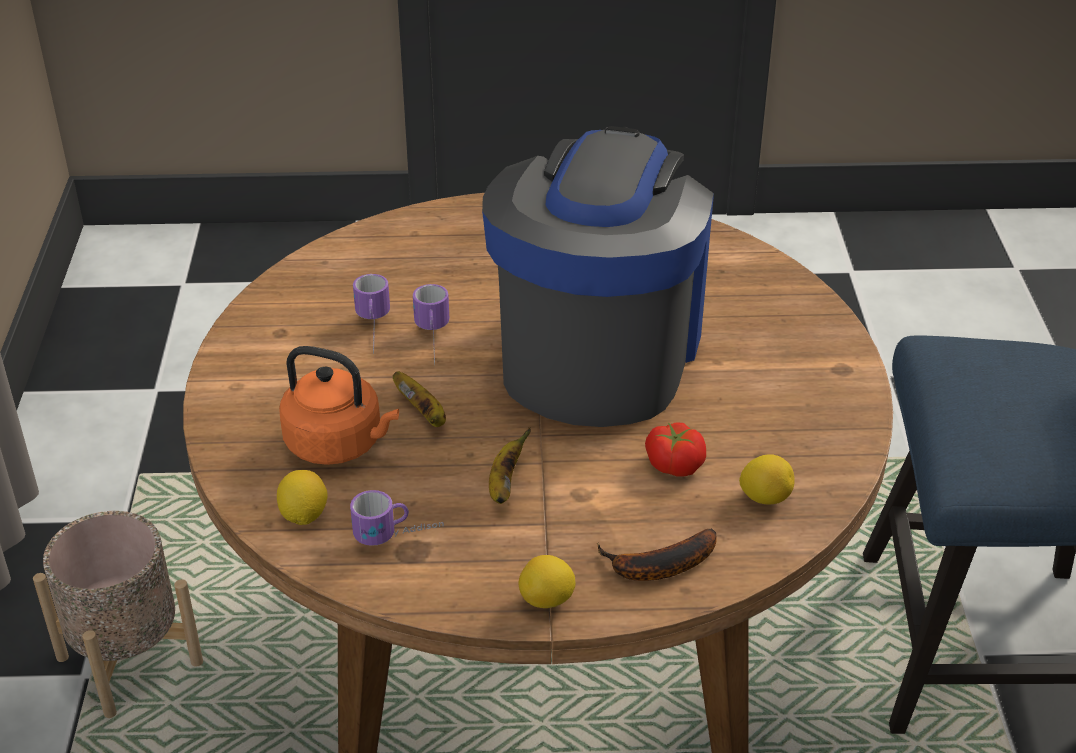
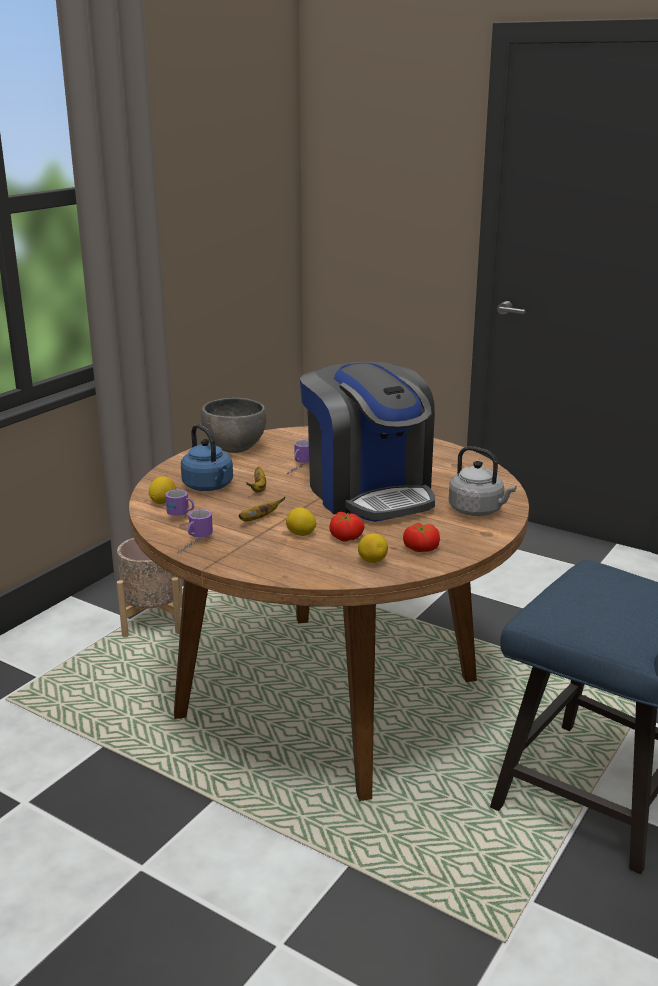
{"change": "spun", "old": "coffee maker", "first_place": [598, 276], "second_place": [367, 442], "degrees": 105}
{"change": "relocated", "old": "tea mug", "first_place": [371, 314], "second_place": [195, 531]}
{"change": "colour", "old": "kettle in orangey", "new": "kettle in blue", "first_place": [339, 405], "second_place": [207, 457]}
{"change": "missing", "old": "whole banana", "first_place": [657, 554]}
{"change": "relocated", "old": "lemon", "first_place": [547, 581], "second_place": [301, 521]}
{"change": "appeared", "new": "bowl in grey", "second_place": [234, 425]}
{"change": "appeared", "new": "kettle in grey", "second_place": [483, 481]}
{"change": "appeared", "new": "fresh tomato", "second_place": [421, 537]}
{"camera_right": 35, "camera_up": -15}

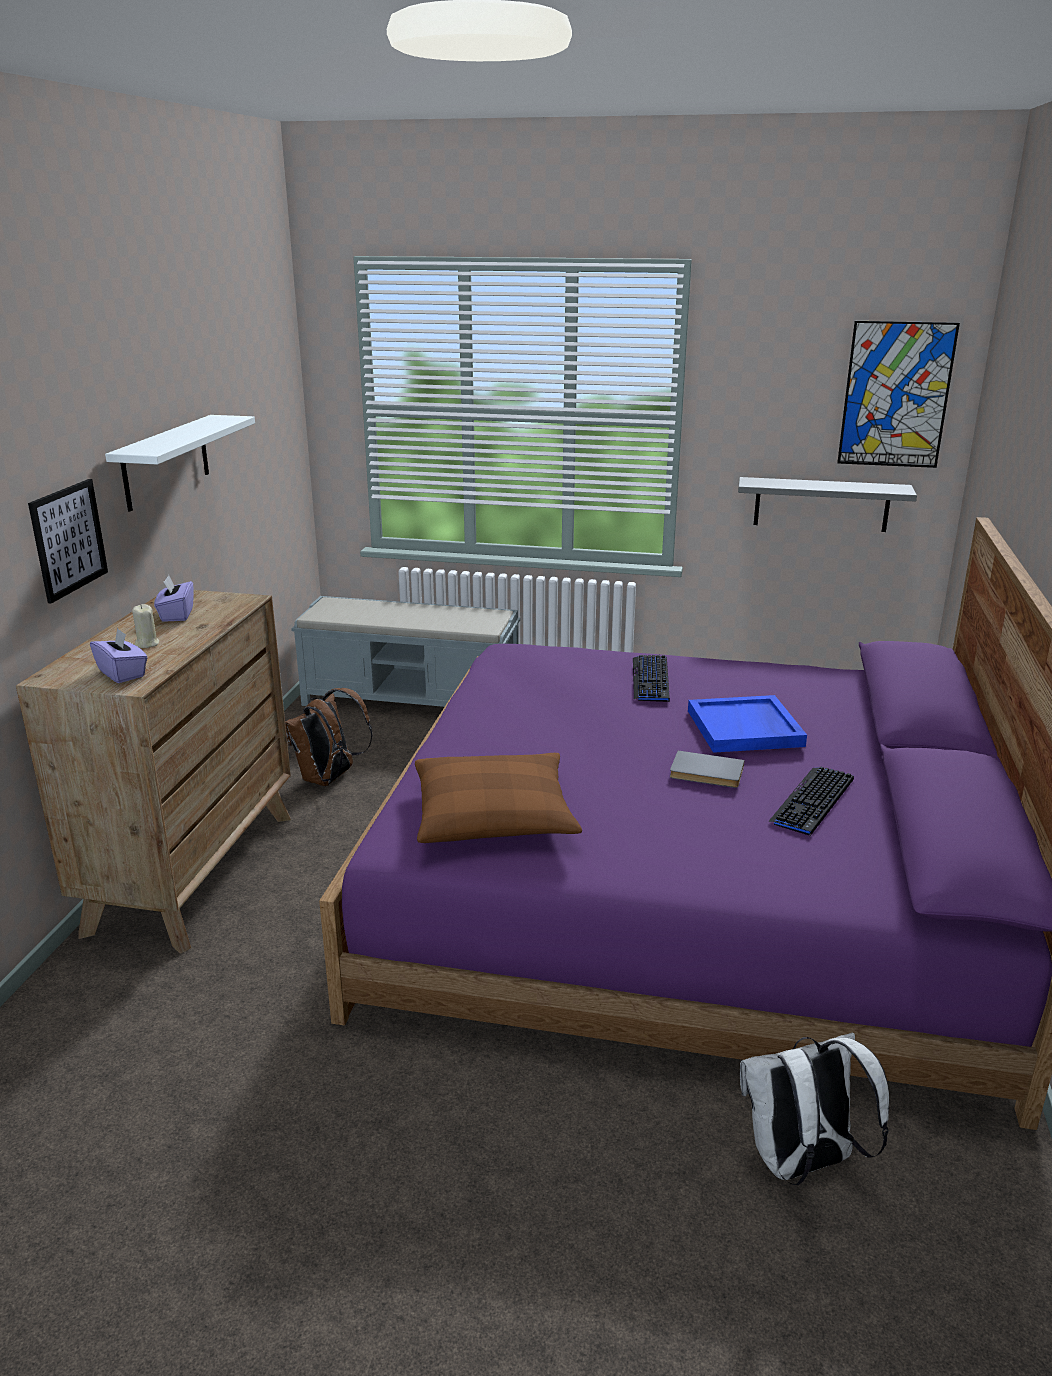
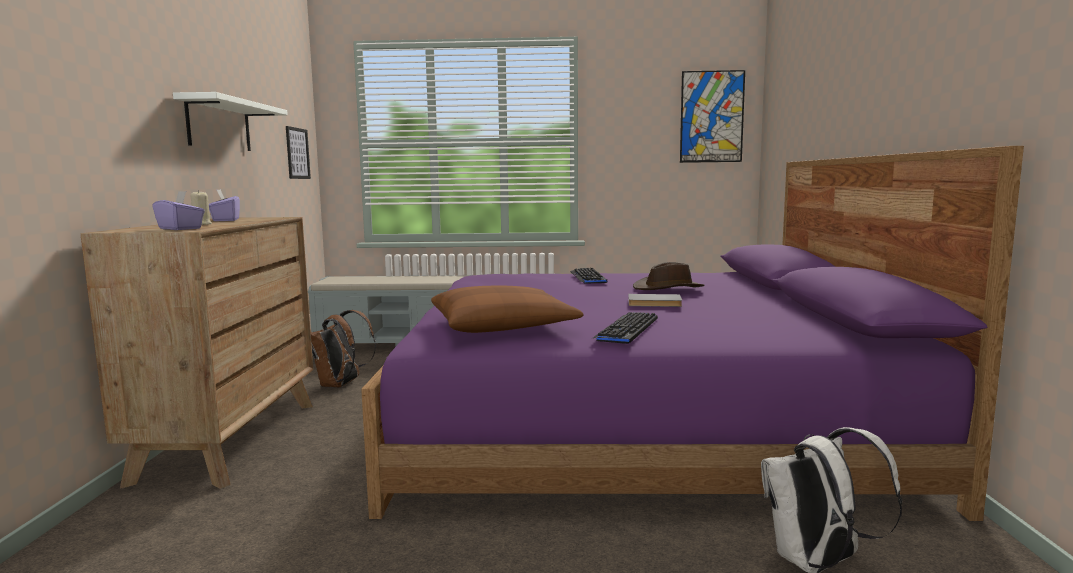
{"change": "missing", "old": "wall shelf in grey", "first_place": [827, 504]}
{"change": "relocated", "old": "wall picture", "first_place": [68, 541], "second_place": [298, 152]}
{"change": "exchanged", "old": "tray in blue", "new": "clothing hat in brownish", "first_place": [747, 724], "second_place": [669, 276]}
{"change": "relocated", "old": "computer keyboard", "first_place": [811, 801], "second_place": [624, 328]}
{"camera_right": -10, "camera_up": -15}

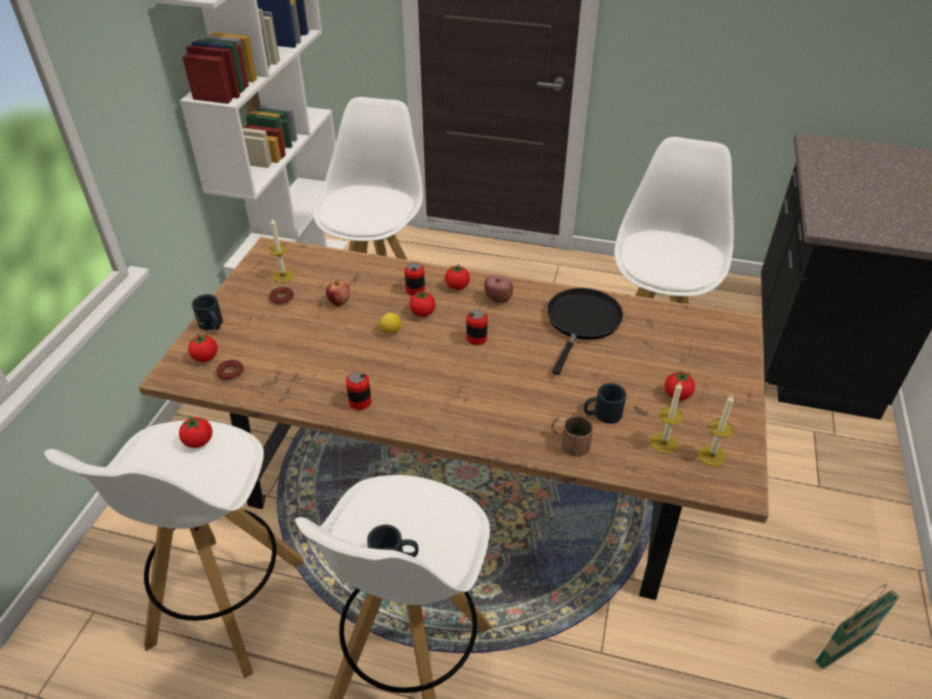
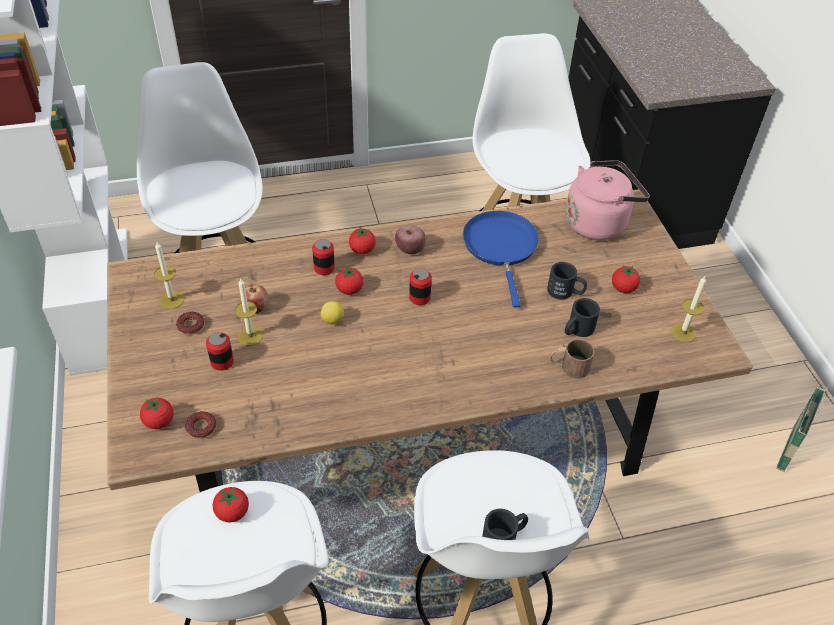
{"change": "colour", "old": "pan in black-coloured", "new": "pan in blue", "first_place": [585, 331], "second_place": [501, 259]}
{"change": "relocated", "old": "tea mug in black-coloured", "first_place": [207, 312], "second_place": [567, 281]}
{"change": "relocated", "old": "can", "first_place": [358, 390], "second_place": [220, 351]}
{"change": "relocated", "old": "candle", "first_place": [667, 417], "second_place": [249, 312]}
{"change": "appeared", "new": "kettle in pink", "second_place": [607, 200]}
{"camera_right": -30, "camera_up": 5}

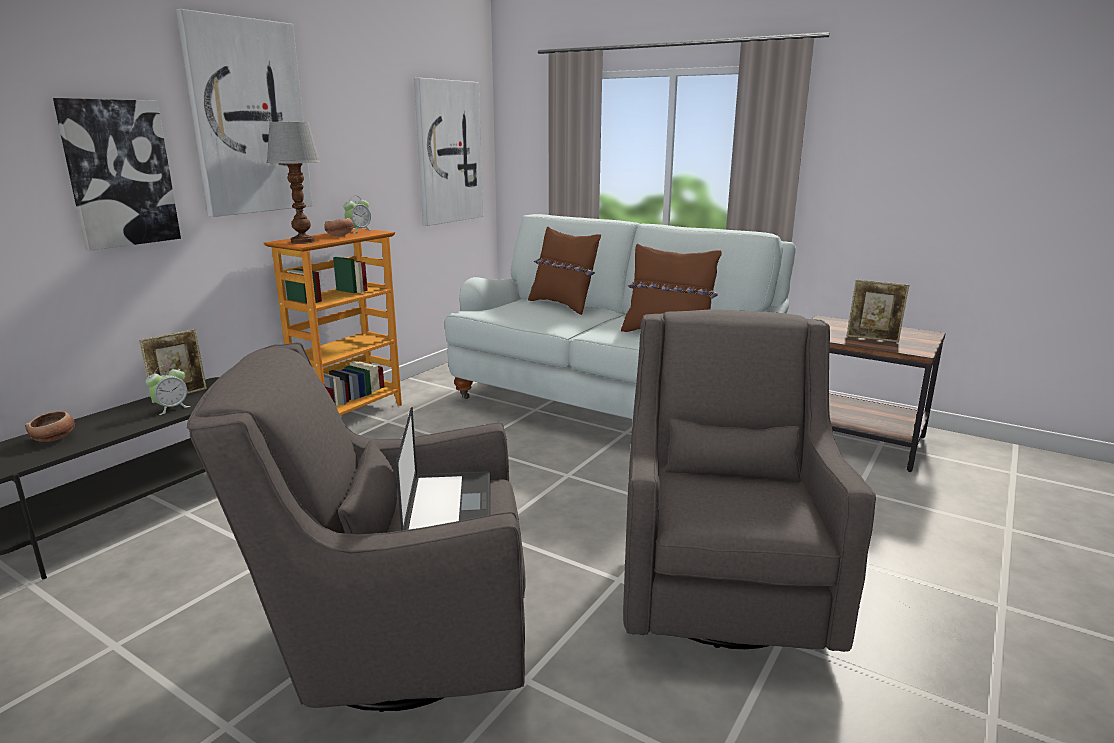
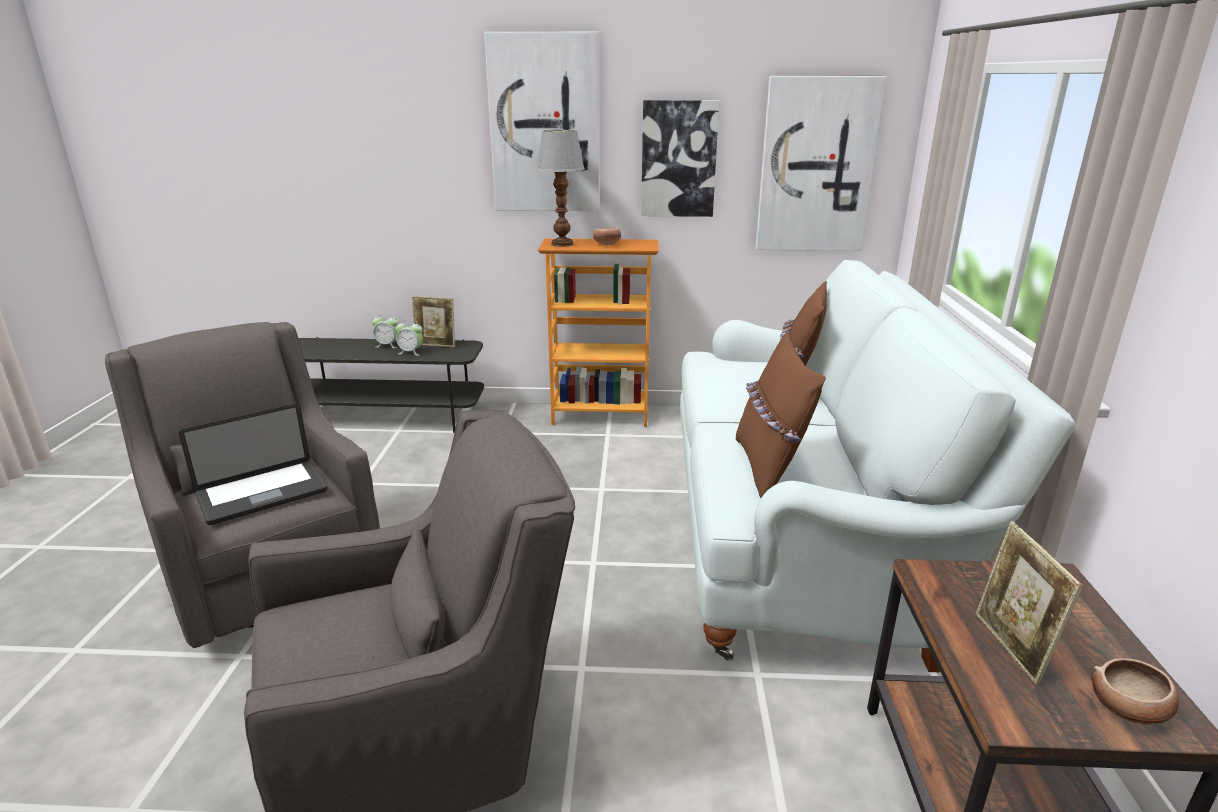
{"change": "relocated", "old": "wall picture", "first_place": [117, 174], "second_place": [680, 158]}
{"change": "relocated", "old": "bedside clock", "first_place": [358, 214], "second_place": [385, 330]}
{"change": "relocated", "old": "bowl", "first_place": [50, 426], "second_place": [1135, 691]}
{"camera_right": 60, "camera_up": 5}

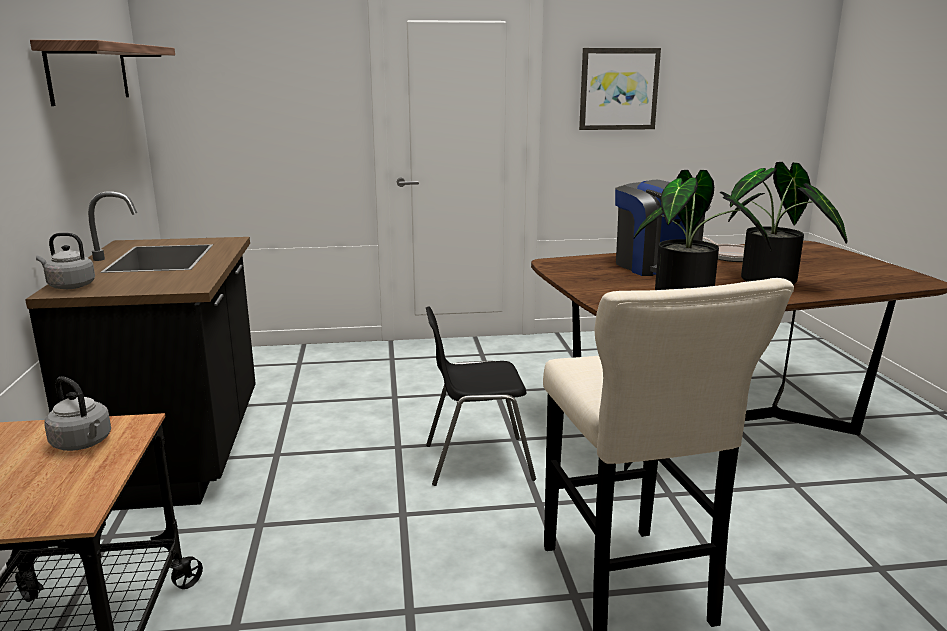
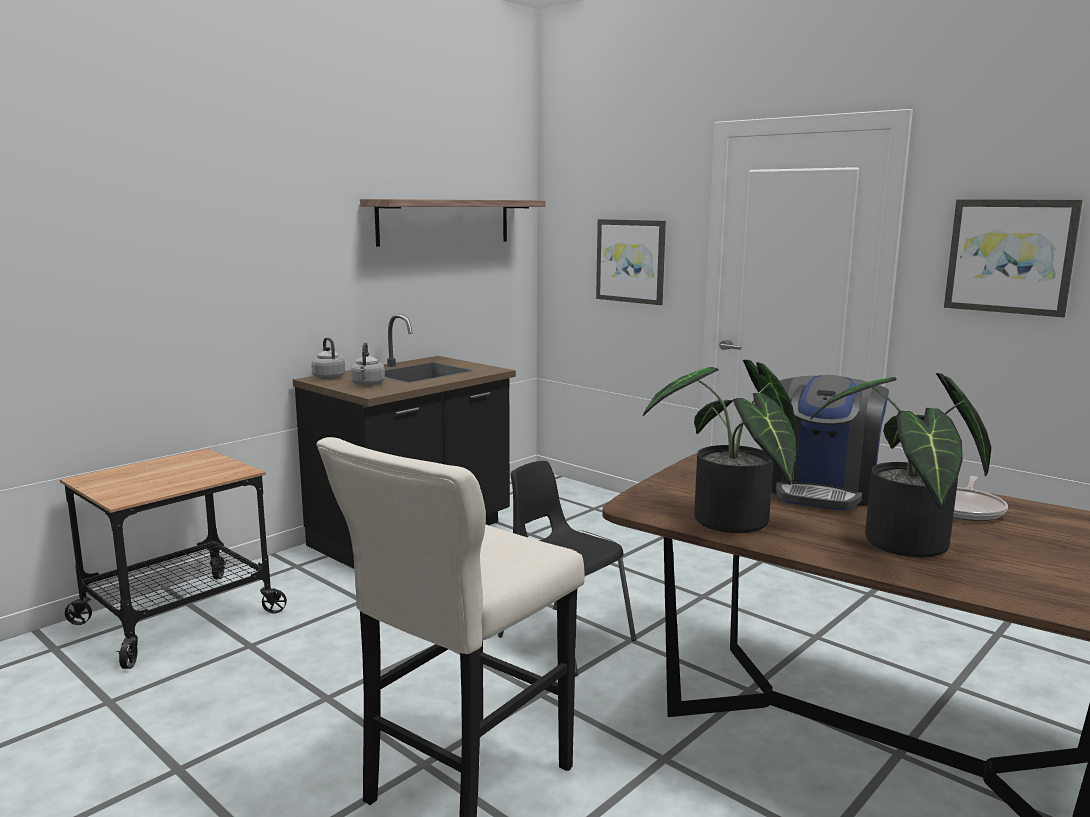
{"change": "relocated", "old": "kettle in grey", "first_place": [78, 413], "second_place": [367, 364]}
{"change": "appeared", "new": "wall picture", "second_place": [631, 262]}
{"camera_right": 50, "camera_up": -5}

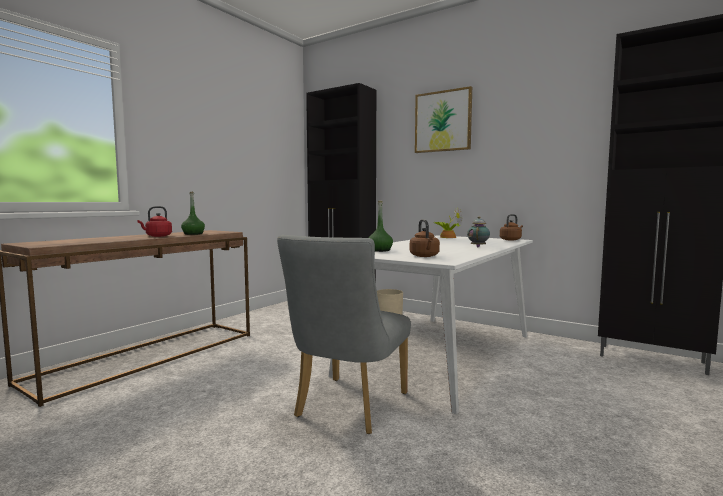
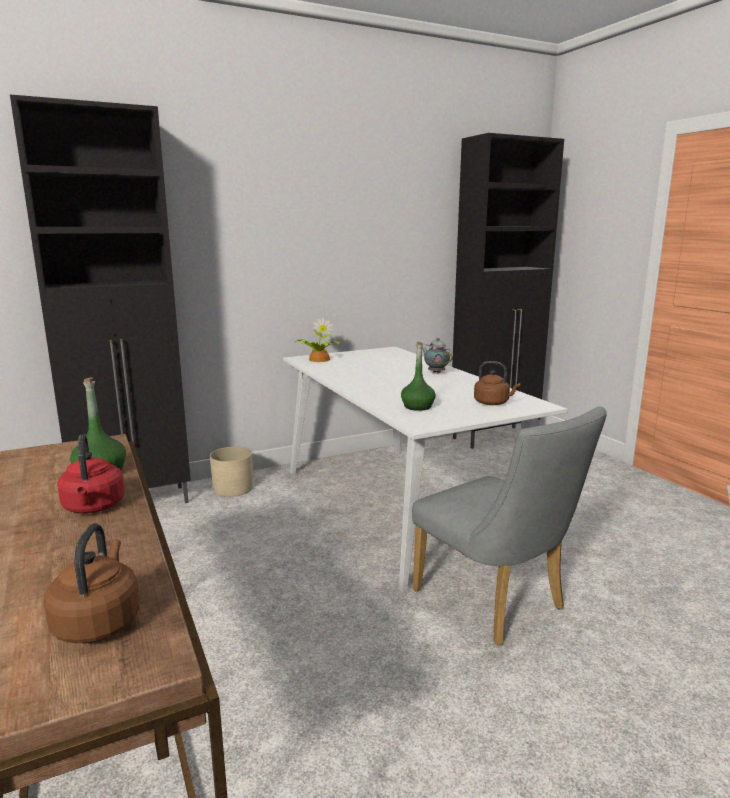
{"change": "missing", "old": "wall picture", "first_place": [443, 119]}
{"change": "relocated", "old": "kettle in brownish", "first_place": [511, 227], "second_place": [91, 583]}
{"camera_right": -60, "camera_up": 10}

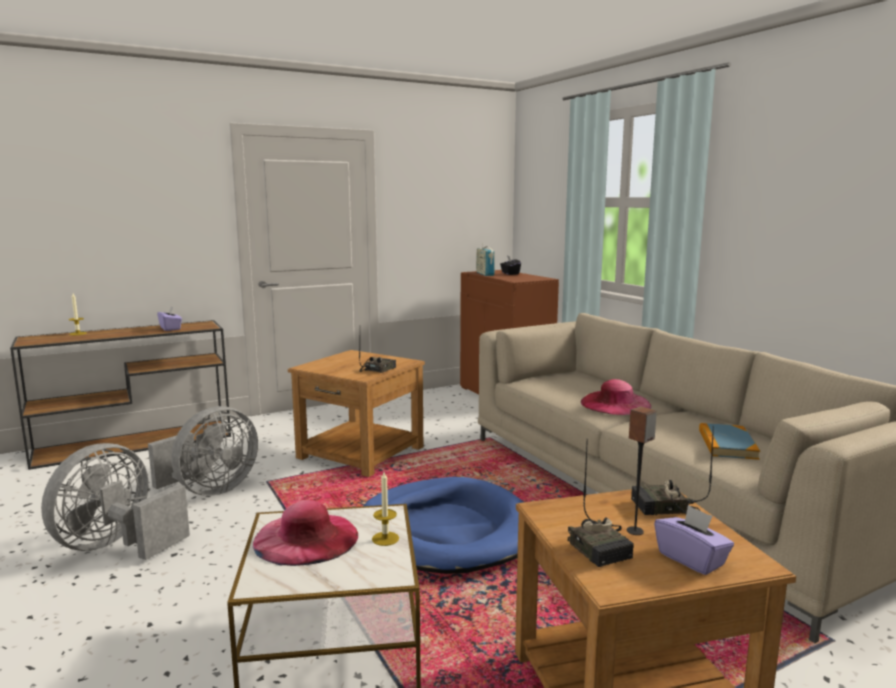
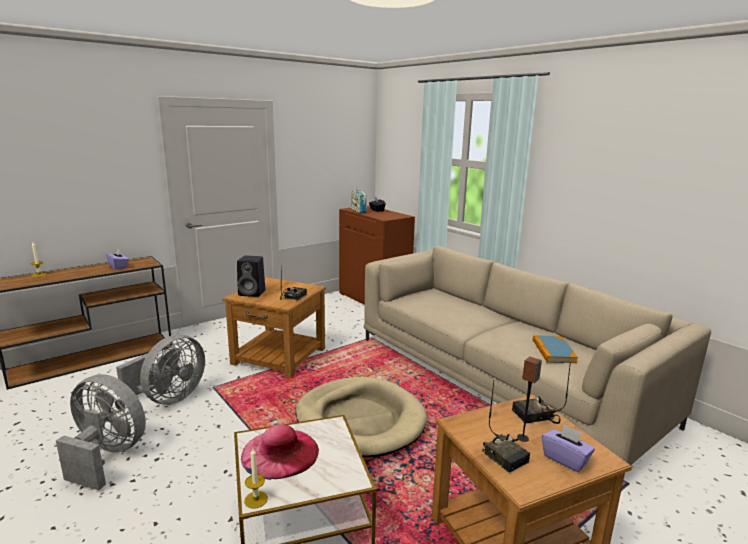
{"change": "missing", "old": "clothing hat in pink", "first_place": [616, 397]}
{"change": "spun", "old": "cooling fan in grey", "first_place": [115, 501], "second_place": [101, 432], "degrees": 90}
{"change": "relocated", "old": "candle", "first_place": [385, 509], "second_place": [256, 478]}
{"change": "colour", "old": "pet bed in blue", "new": "pet bed in beige", "first_place": [443, 525], "second_place": [361, 417]}
{"change": "appeared", "new": "loudspeaker in black-coloured", "second_place": [251, 276]}
{"camera_right": -10, "camera_up": 5}

